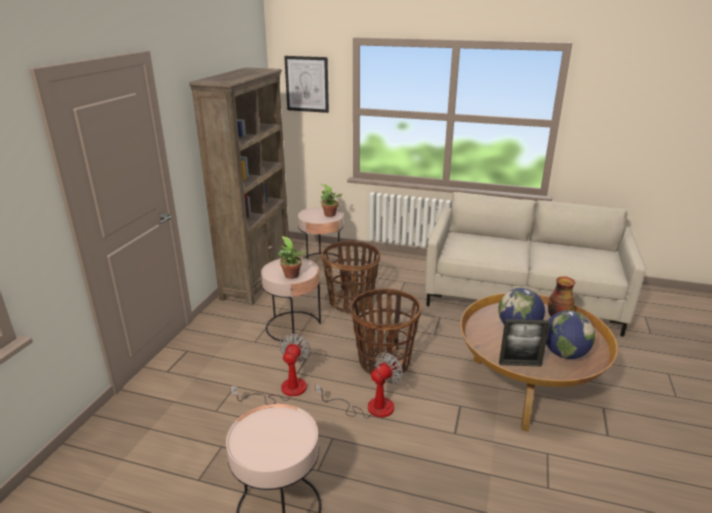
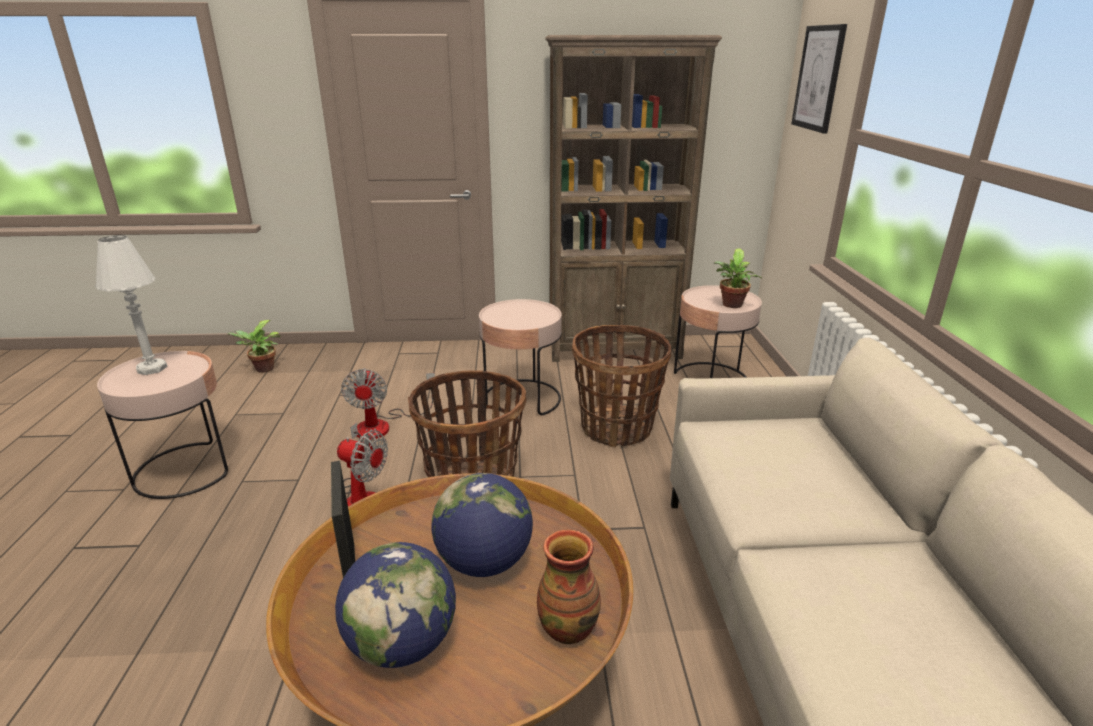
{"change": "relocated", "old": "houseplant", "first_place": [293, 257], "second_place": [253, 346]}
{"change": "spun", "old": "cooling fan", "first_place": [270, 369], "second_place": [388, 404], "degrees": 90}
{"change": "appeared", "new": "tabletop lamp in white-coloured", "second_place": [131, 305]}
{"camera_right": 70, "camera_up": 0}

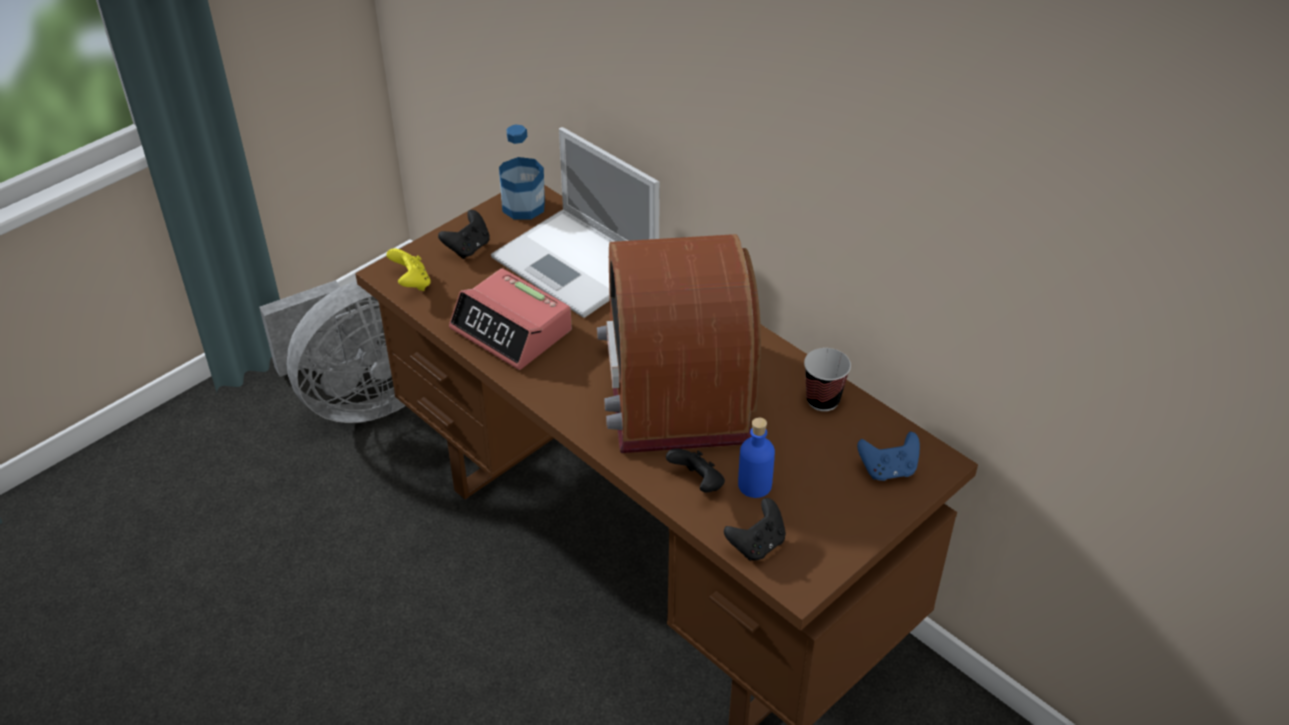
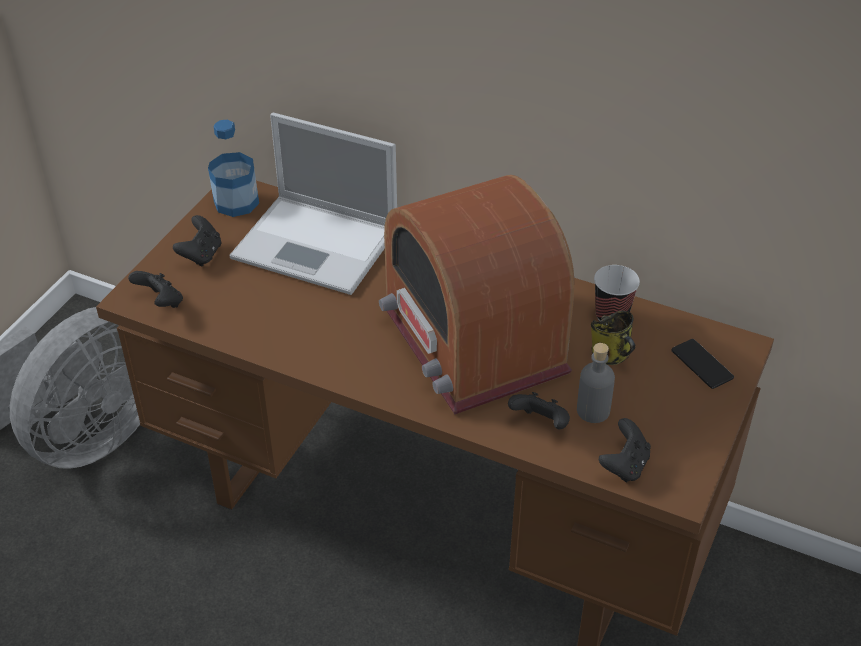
{"change": "colour", "old": "gamepad in yellow-coloured", "new": "gamepad in black-coloured", "first_place": [408, 269], "second_place": [155, 289]}
{"change": "missing", "old": "bedside clock", "first_place": [510, 319]}
{"change": "colour", "old": "drink bottle in blue", "new": "drink bottle in grey", "first_place": [756, 457], "second_place": [596, 383]}
{"change": "exchanged", "old": "gamepad in blue", "new": "phone", "first_place": [888, 456], "second_place": [703, 364]}
{"change": "appeared", "new": "tea mug", "second_place": [613, 337]}
{"camera_right": -20, "camera_up": 0}

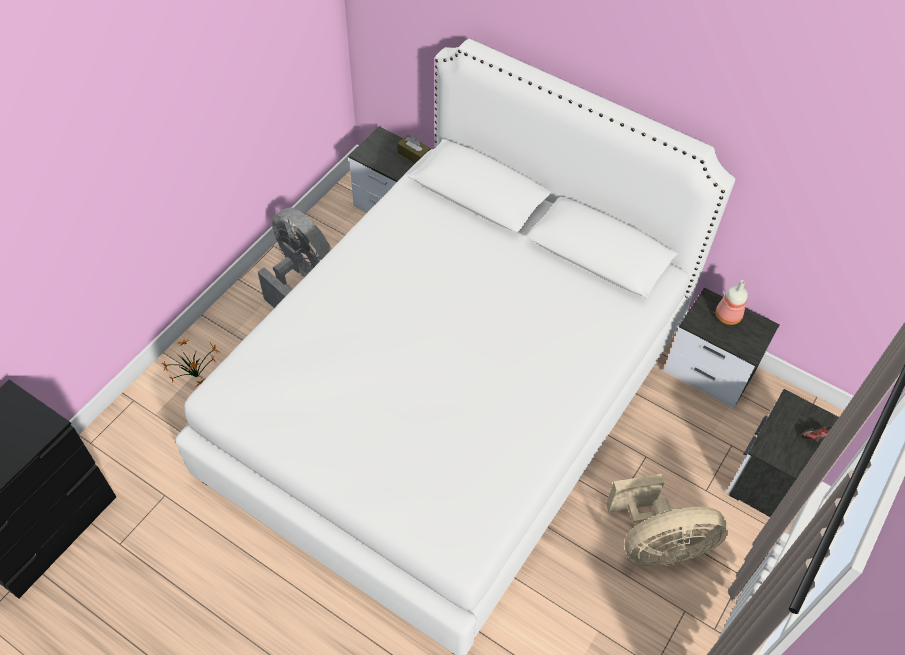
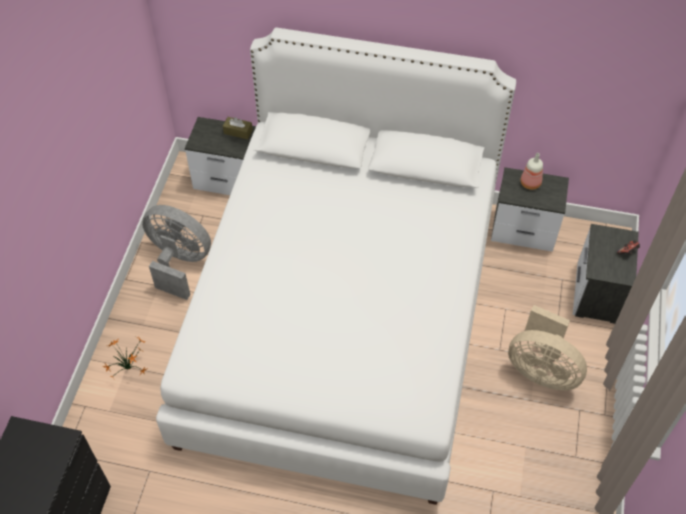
{"change": "spun", "old": "cooling fan in beige", "first_place": [667, 520], "second_place": [547, 348], "degrees": 60}
{"camera_right": -20, "camera_up": 0}

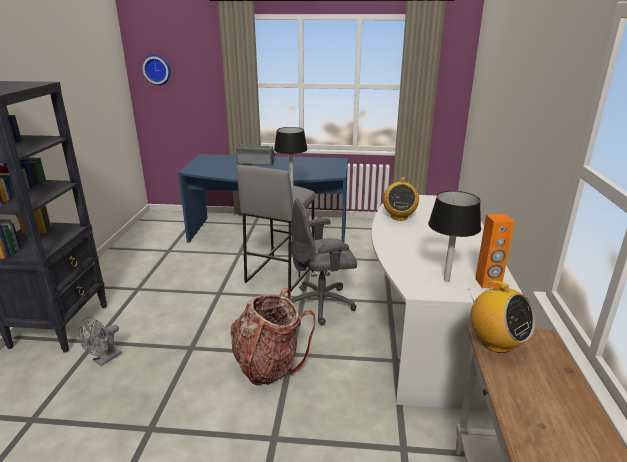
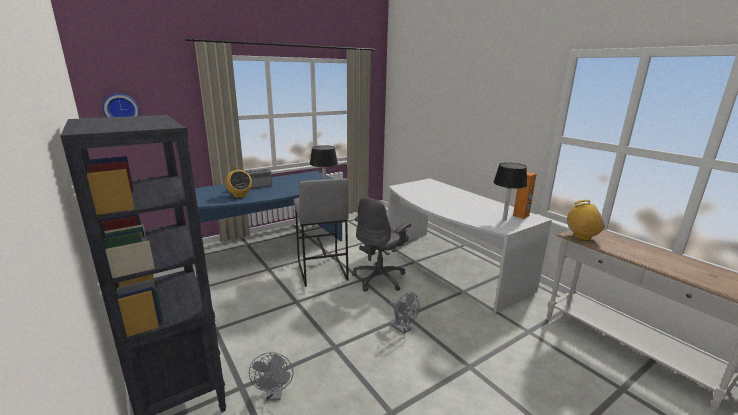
{"change": "relocated", "old": "radio set", "first_place": [401, 199], "second_place": [238, 182]}
{"change": "exchanged", "old": "backpack", "new": "cooling fan in grey", "first_place": [272, 336], "second_place": [405, 313]}
{"camera_right": -40, "camera_up": -5}

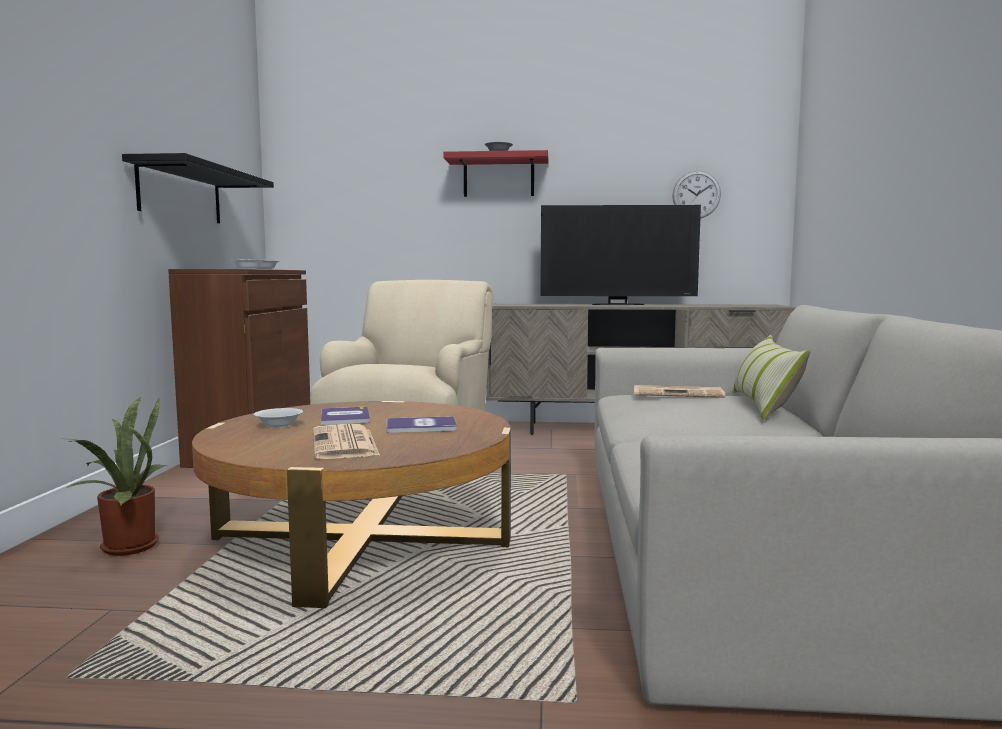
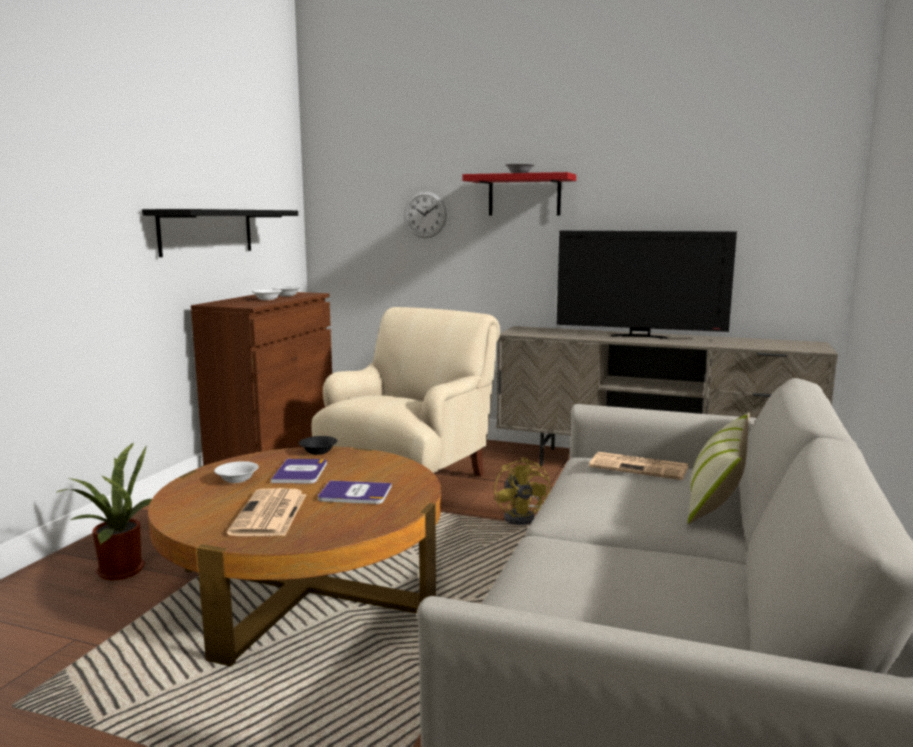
{"change": "relocated", "old": "wall clock", "first_place": [696, 194], "second_place": [425, 214]}
{"change": "appeared", "new": "bowl in black-coloured", "second_place": [318, 445]}
{"change": "appeared", "new": "cooling fan in yellow-coloured", "second_place": [522, 491]}
{"camera_right": 15, "camera_up": 5}

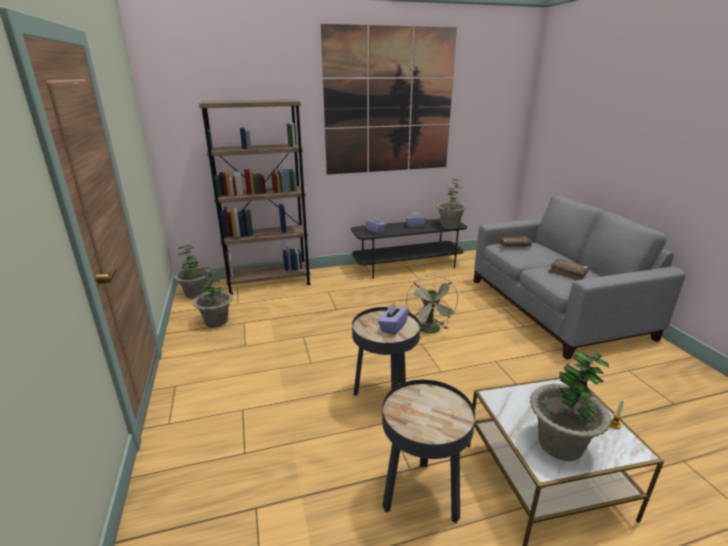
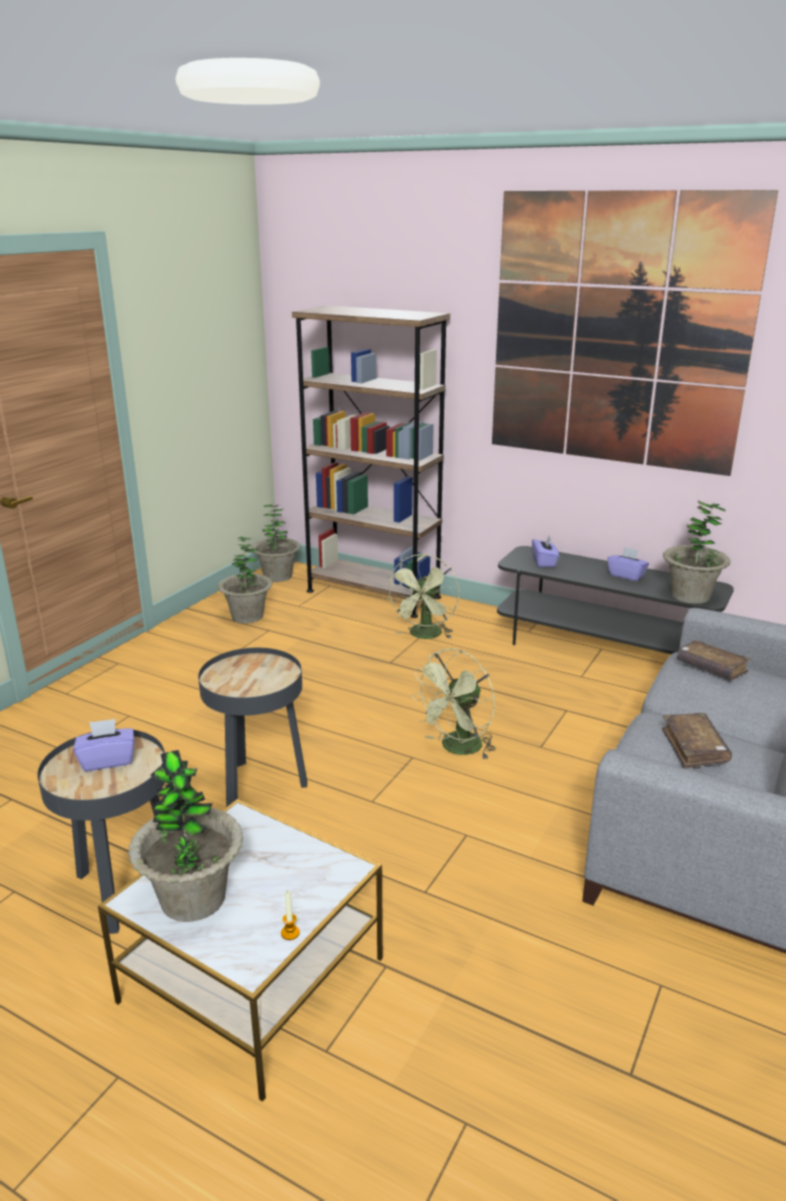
{"change": "relocated", "old": "tissue holder in purple", "first_place": [393, 318], "second_place": [104, 745]}
{"change": "appeared", "new": "cooling fan in greenish", "second_place": [422, 596]}
{"camera_right": 45, "camera_up": 0}

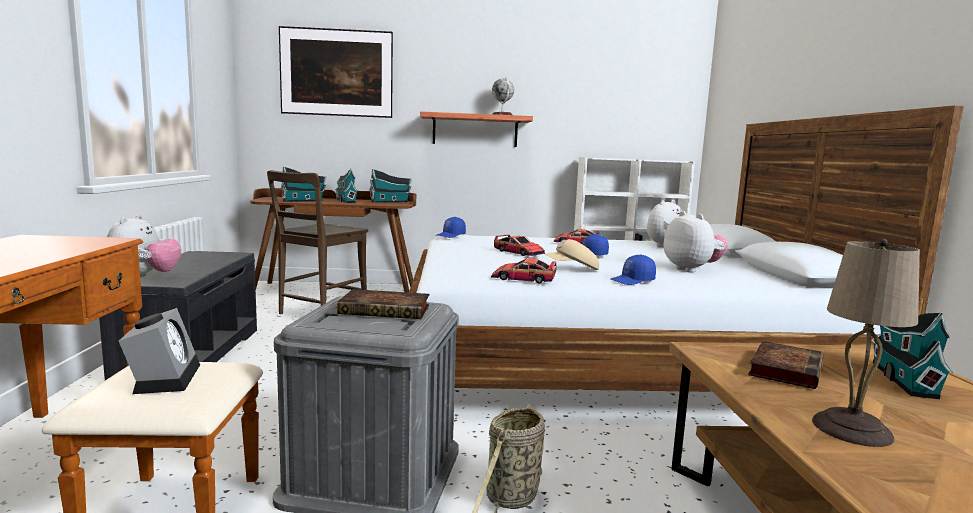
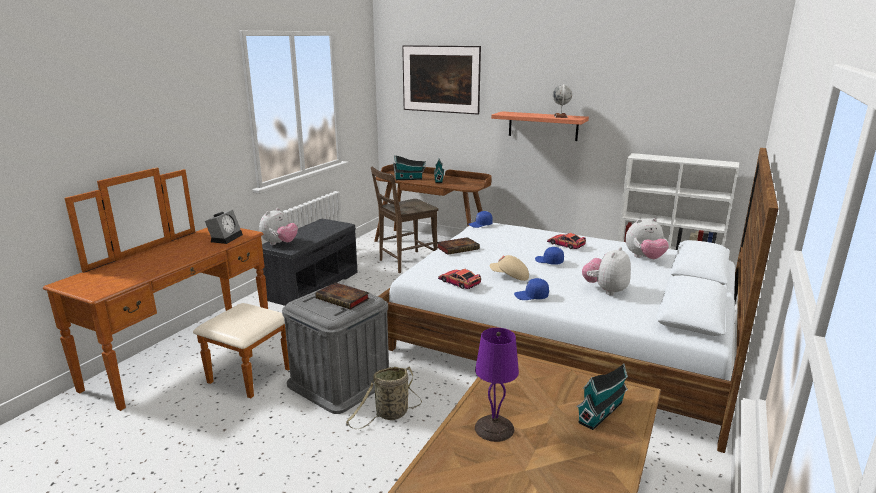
{"change": "missing", "old": "toy house", "first_place": [390, 186]}
{"change": "spun", "old": "cuddly toy", "first_place": [696, 242], "second_place": [606, 271], "degrees": -150}
{"change": "missing", "old": "toy car", "first_place": [519, 245]}
{"change": "colour", "old": "tabletop lamp in beige", "new": "tabletop lamp in purple", "first_place": [866, 342], "second_place": [497, 385]}
{"change": "relocated", "old": "bedside clock", "first_place": [159, 351], "second_place": [224, 227]}
{"change": "relocated", "old": "book", "first_place": [785, 365], "second_place": [458, 246]}
{"camera_right": 30, "camera_up": 10}

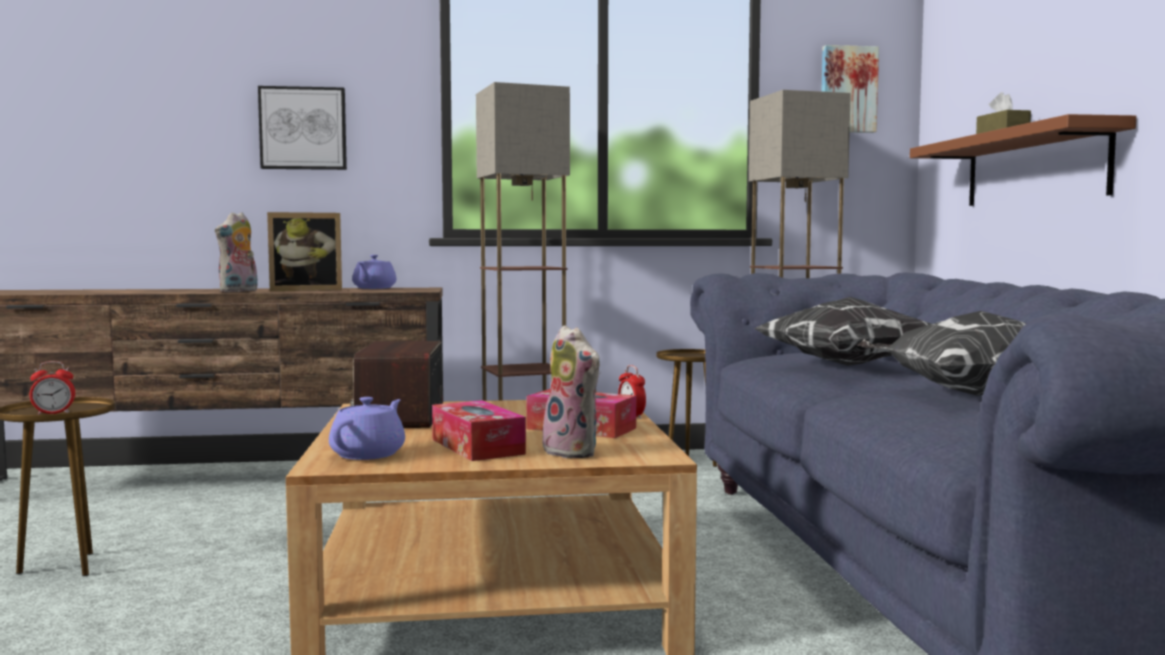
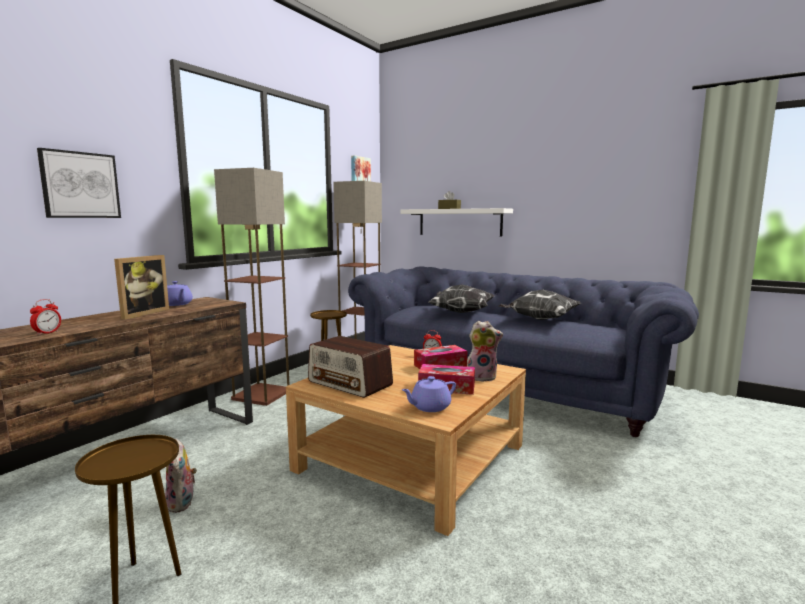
{"change": "colour", "old": "wall shelf in brownish", "new": "wall shelf in white-coloured", "first_place": [1023, 160], "second_place": [456, 222]}
{"change": "relocated", "old": "cuddly toy", "first_place": [236, 252], "second_place": [181, 475]}
{"change": "relocated", "old": "bedside clock", "first_place": [52, 388], "second_place": [45, 317]}
{"change": "spun", "old": "tea pot in purple", "first_place": [367, 428], "second_place": [429, 394], "degrees": -90}
{"camera_right": -50, "camera_up": 5}

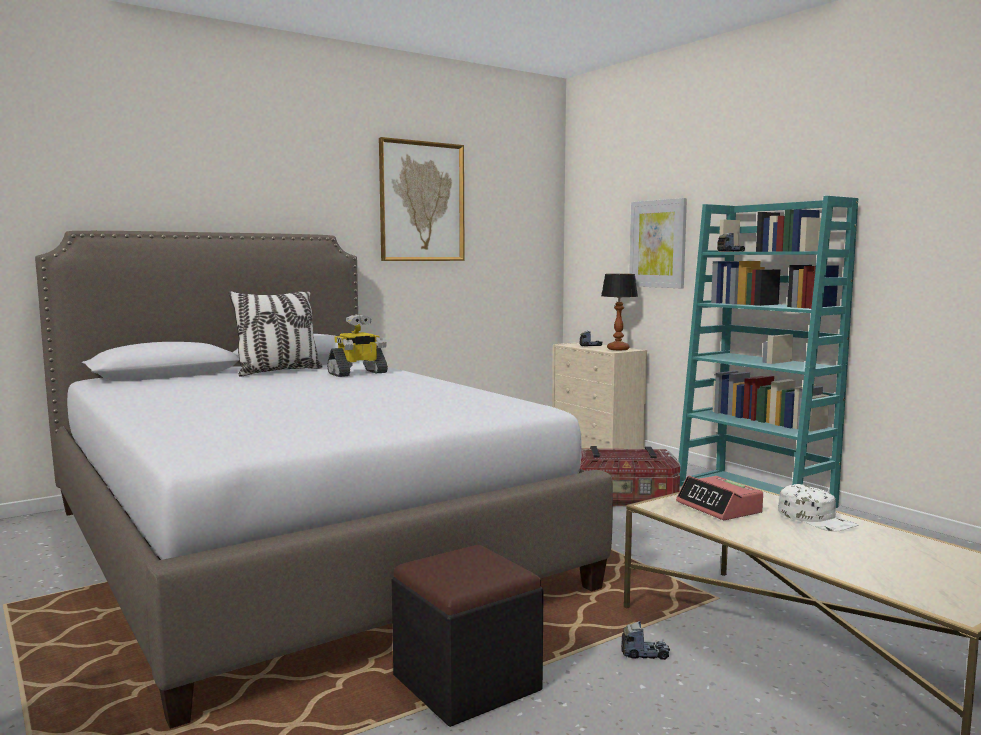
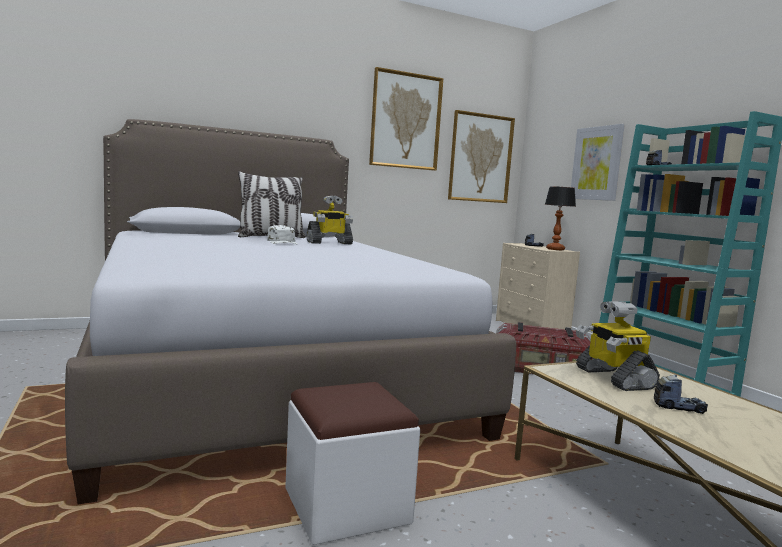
{"change": "exchanged", "old": "bedside clock", "new": "model robot", "first_place": [719, 498], "second_place": [618, 346]}
{"change": "relocated", "old": "baseball cap in white-coloured", "first_place": [818, 508], "second_place": [282, 234]}
{"change": "colour", "old": "pouffe in black-coloured", "new": "pouffe in white-coloured", "first_place": [468, 636], "second_place": [352, 463]}
{"change": "relocated", "old": "model truck", "first_place": [645, 640], "second_place": [681, 394]}
{"change": "appeared", "new": "wall picture", "second_place": [481, 156]}
{"camera_right": 10, "camera_up": 0}

